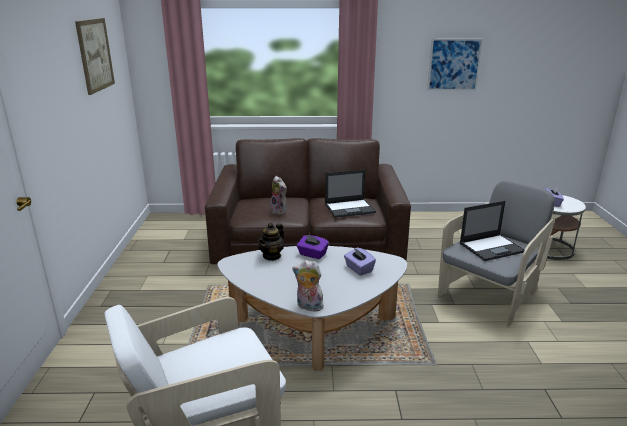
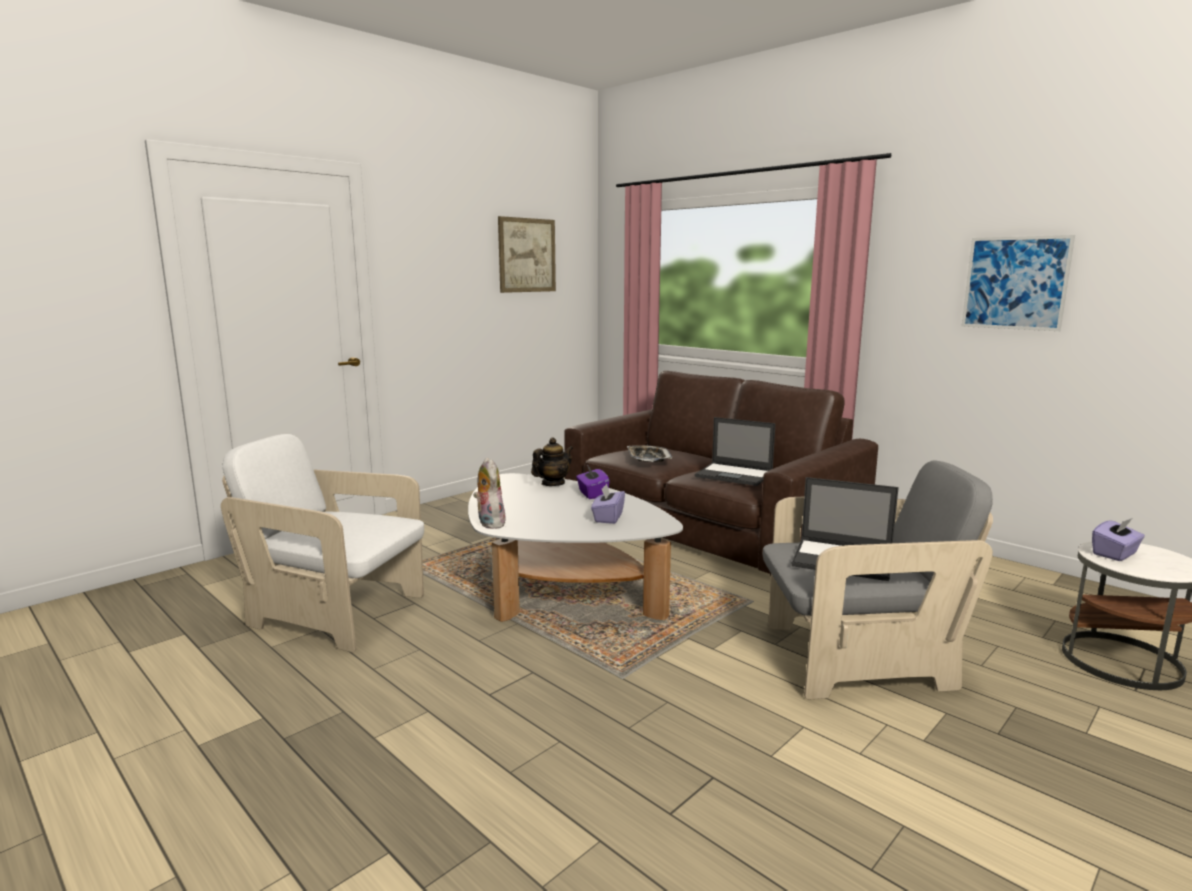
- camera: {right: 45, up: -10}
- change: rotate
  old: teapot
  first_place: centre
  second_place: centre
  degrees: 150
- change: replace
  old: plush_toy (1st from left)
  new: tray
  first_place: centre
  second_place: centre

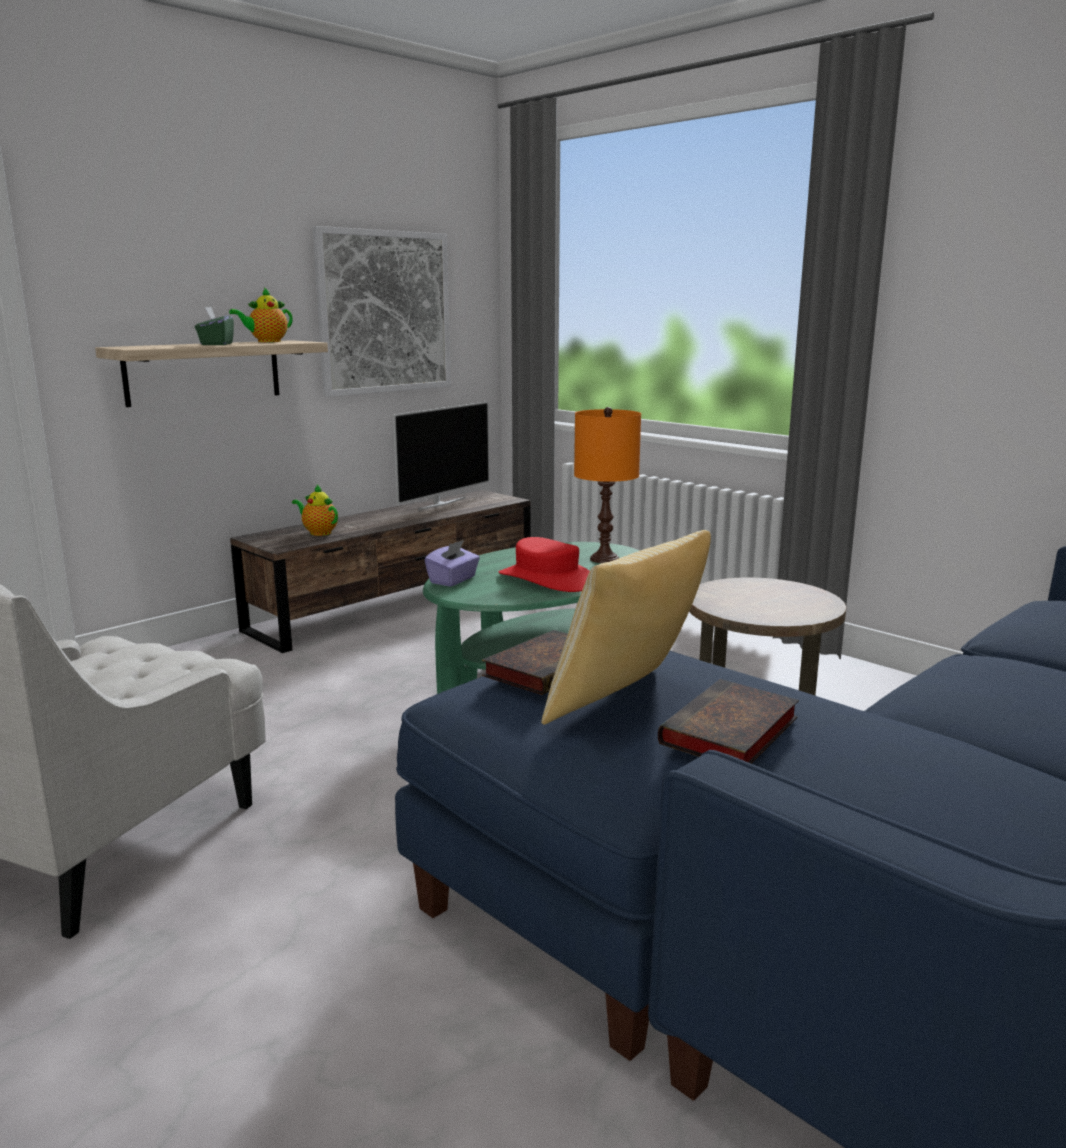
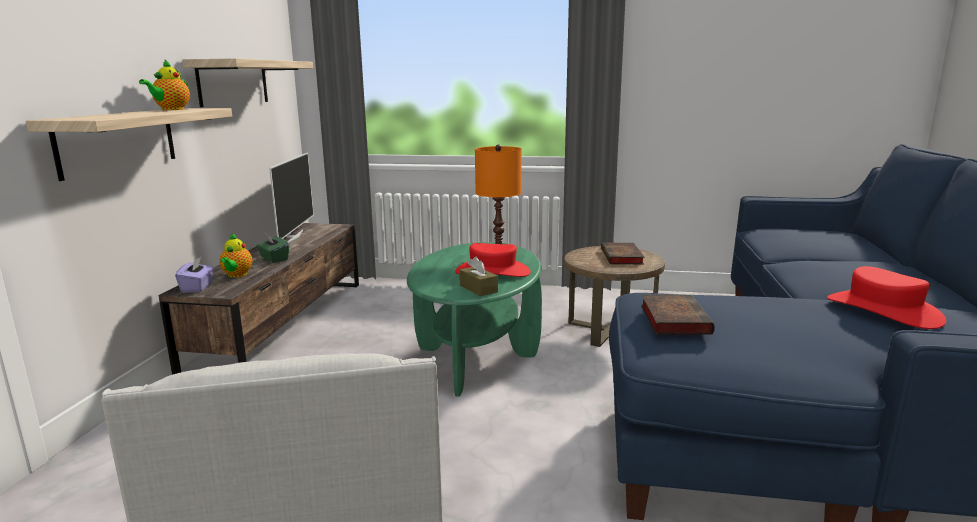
- camera: {right: -35, up: 0}
- change: move
  old: purple_tissue_box
  first_place: centre
  second_place: middle left
- change: replace
  old: picture
  new: shelf (2nd from left)
  first_place: top centre
  second_place: top left
- change: rotate
  old: teapot (2nd from left)
  first_place: middle left
  second_place: middle left
  degrees: -90
- change: move
  old: green_tissue_box
  first_place: top left
  second_place: middle left
- change: insert
  new: brown_tissue_box
  second_place: centre
- change: move
  old: book (2nd from left in the first image)
  new: book (1st from left)
  first_place: middle right
  second_place: centre
- change: insert
  new: red_hat (2nd from left)
  second_place: middle right
- change: delete
  old: pillow
  first_place: centre

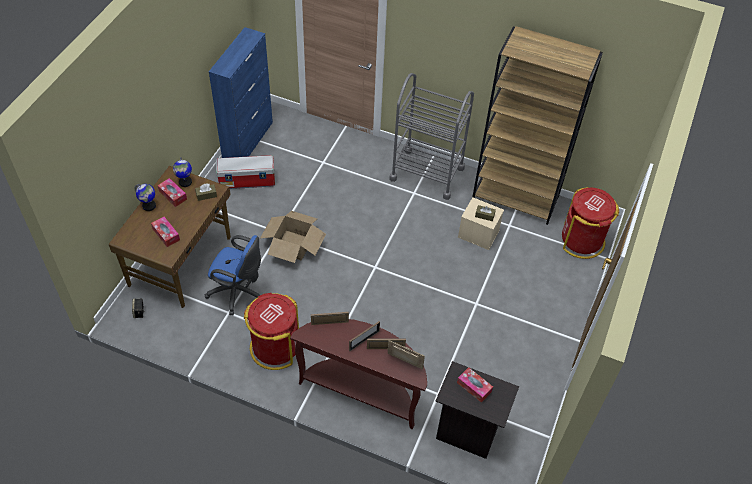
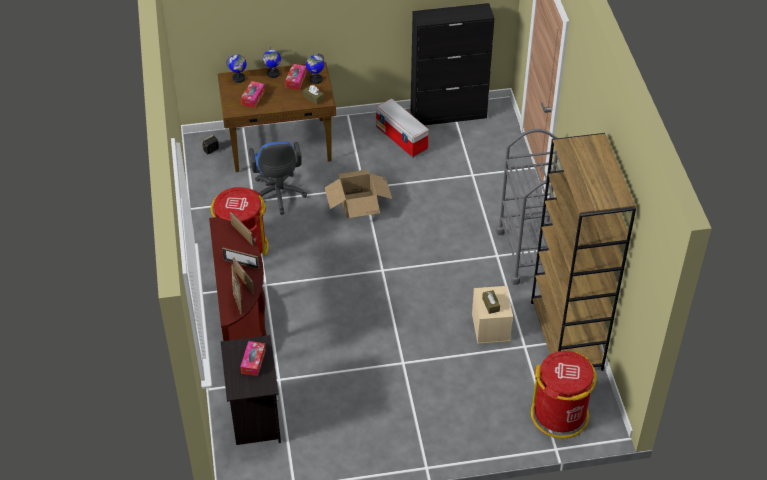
- camera: {right: 60, up: -5}
- change: insert
  new: globe (1st from left)
  second_place: top left
- change: recolor
  old: blue_cabinet
  new: black_cabinet
  first_place: top left
  second_place: top centre

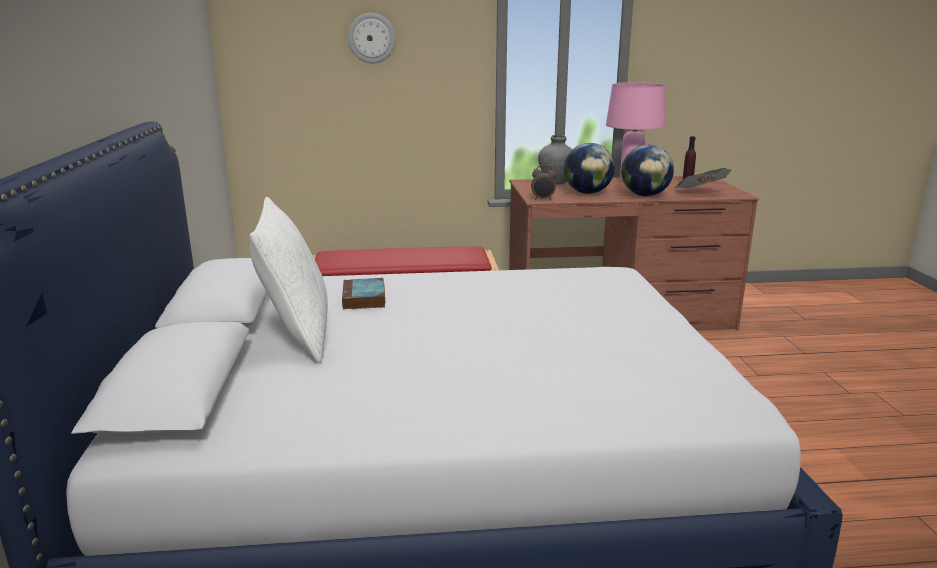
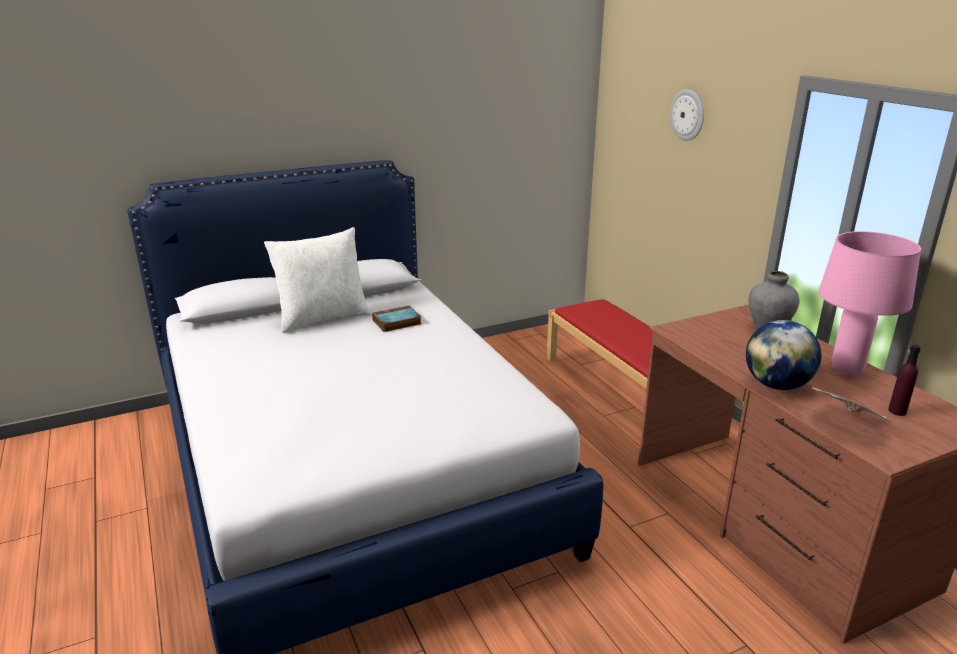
- camera: {right: 70, up: 5}
- change: delete
  old: alarm_clock
  first_place: top centre
- change: delete
  old: globe (1st from left)
  first_place: top centre

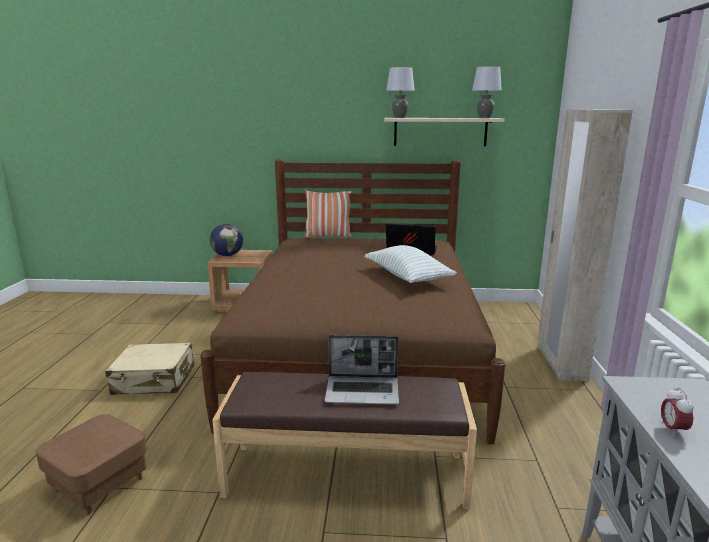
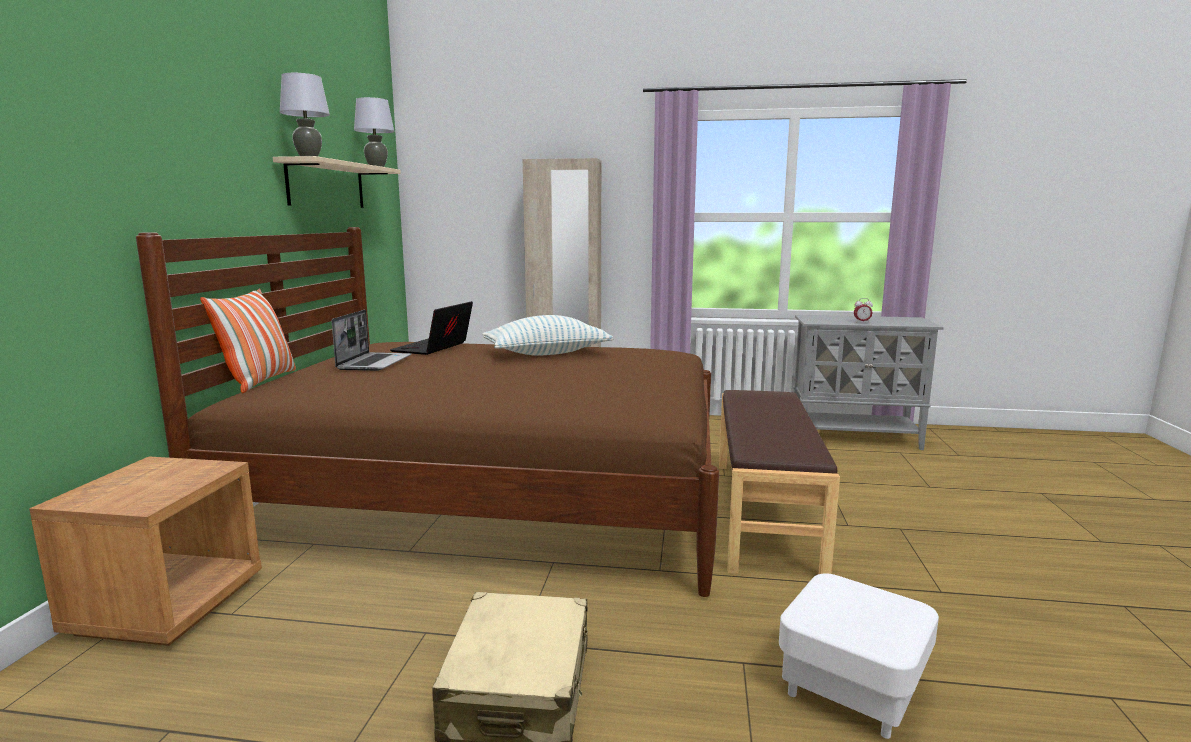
- camera: {right: -85, up: -5}
- change: move
  old: laptop (1st from left)
  first_place: bottom centre
  second_place: middle left
- change: recolor
  old: brown_ottoman
  new: white_ottoman
  first_place: bottom left
  second_place: bottom right
- change: delete
  old: globe
  first_place: middle left

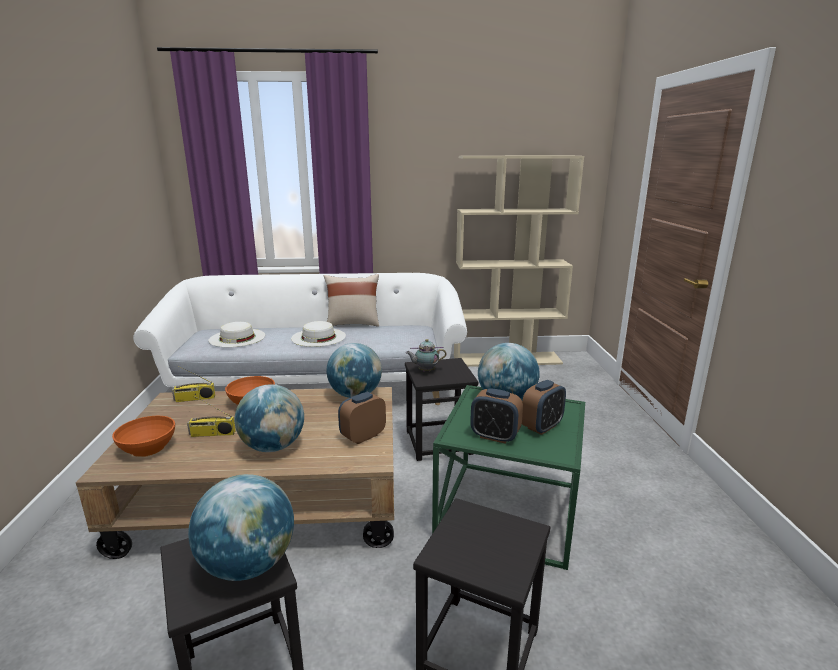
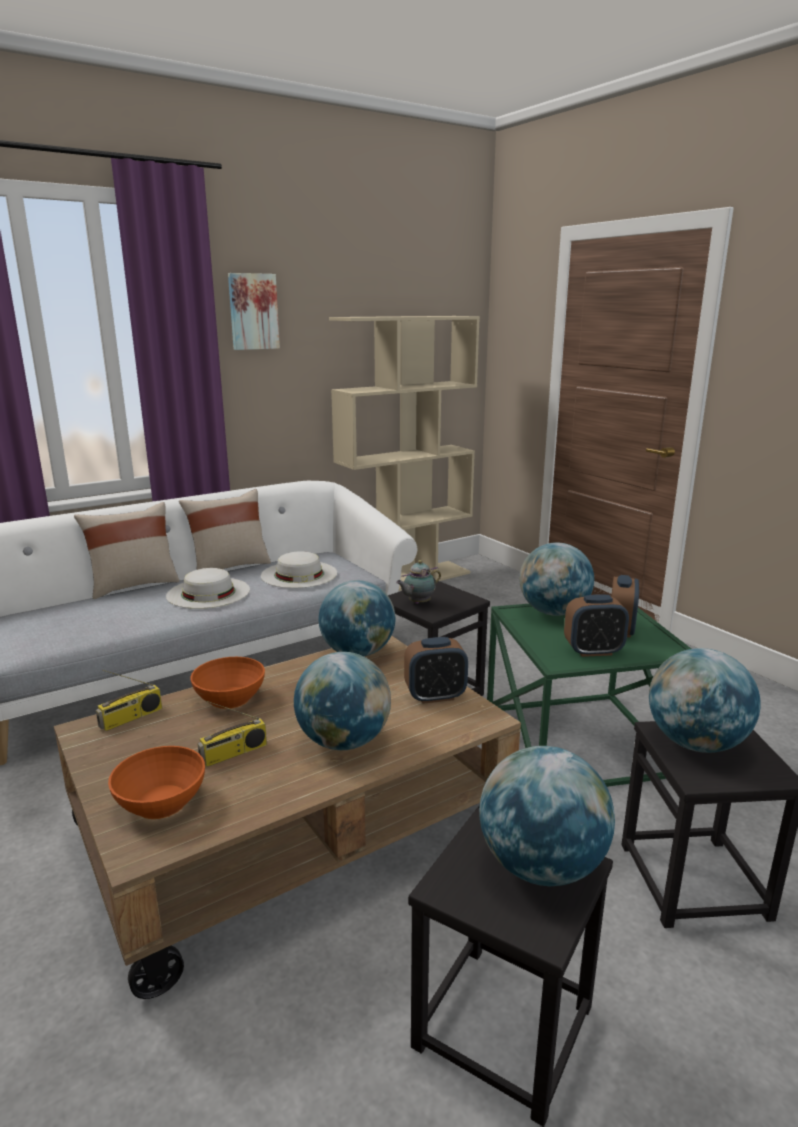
- camera: {right: -30, up: 0}
- change: insert
  new: beige_pillow (1st from left)
  second_place: middle left
- change: insert
  new: picture
  second_place: top left
- change: move
  old: white_hat (1st from left in the first image)
  new: white_hat (2nd from left)
  first_place: middle left
  second_place: centre
- change: rotate
  old: alarm_clock (1st from left)
  first_place: centre
  second_place: centre
  degrees: -120
- change: insert
  new: globe (5th from left)
  second_place: middle right

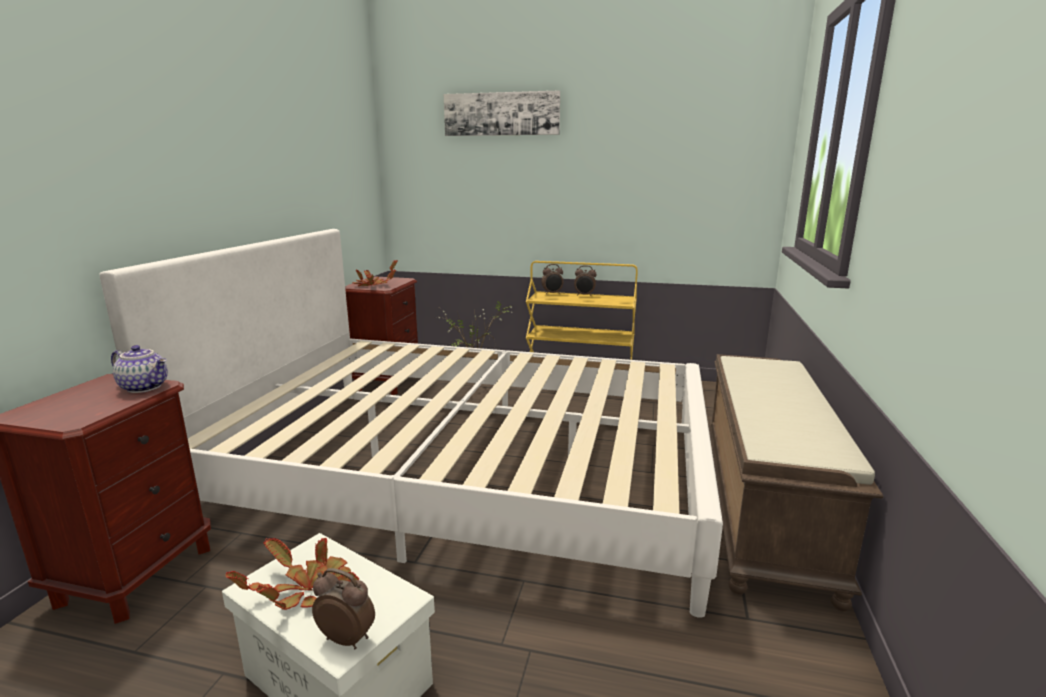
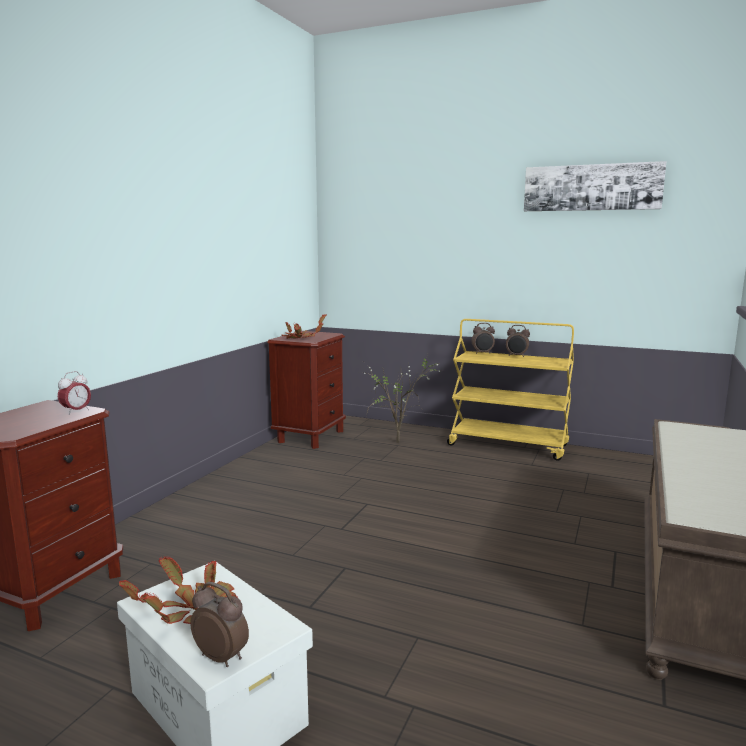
- camera: {right: 10, up: -5}
- change: replace
  old: teapot
  new: alarm_clock (1st from left)
  first_place: middle left
  second_place: middle left
- change: move
  old: picture
  first_place: top centre
  second_place: top right
- change: delete
  old: white_bed
  first_place: centre

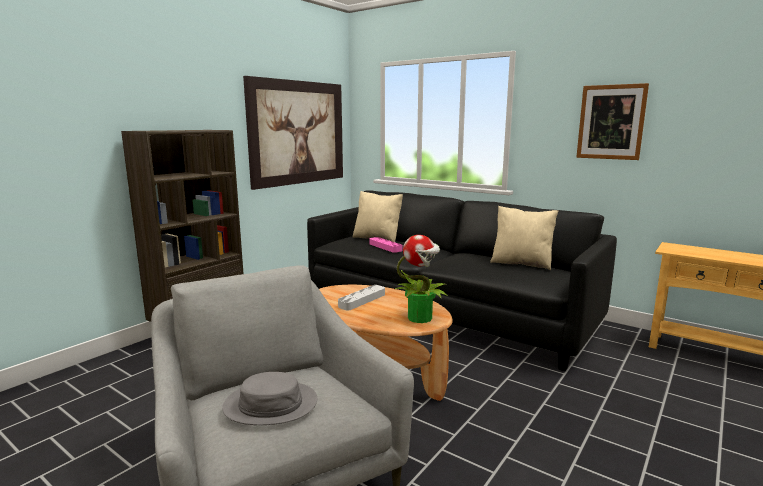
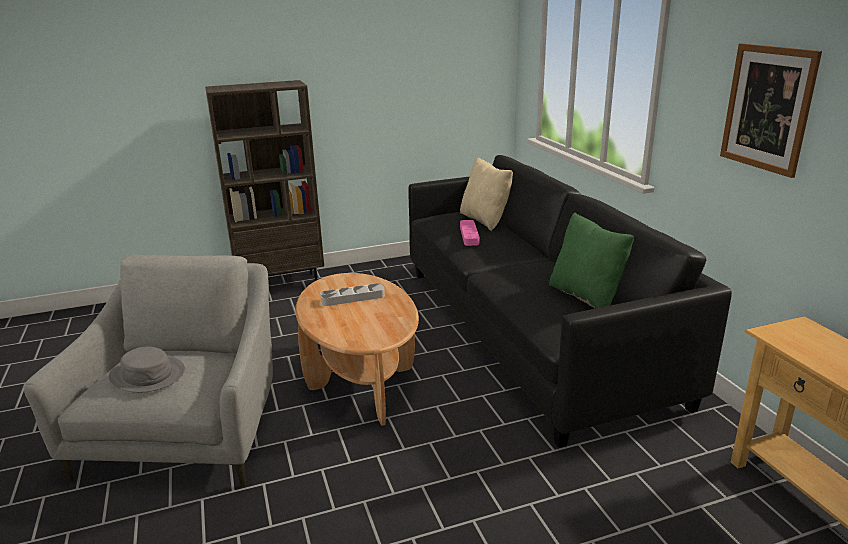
- camera: {right: 35, up: 10}
- change: recolor
  old: beige_pillow (2nd from left)
  new: green_pillow
  first_place: middle right
  second_place: middle right
- change: delete
  old: picture (1st from left)
  first_place: top centre
- change: delete
  old: potted_plant
  first_place: centre

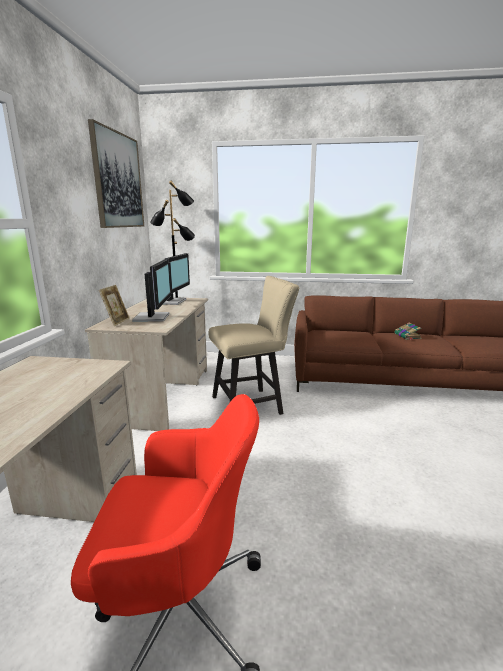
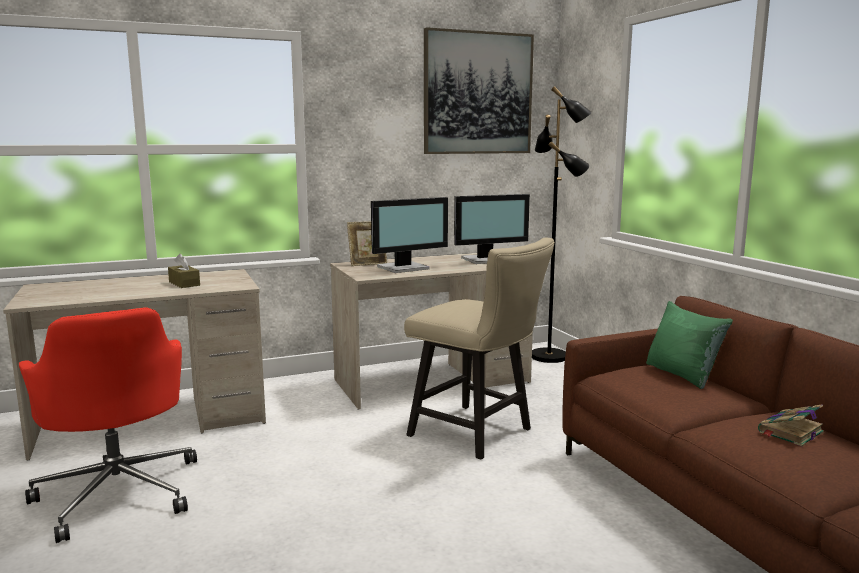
- camera: {right: 60, up: -5}
- change: insert
  new: brown_tissue_box
  second_place: middle left
- change: insert
  new: green_pillow
  second_place: middle right

